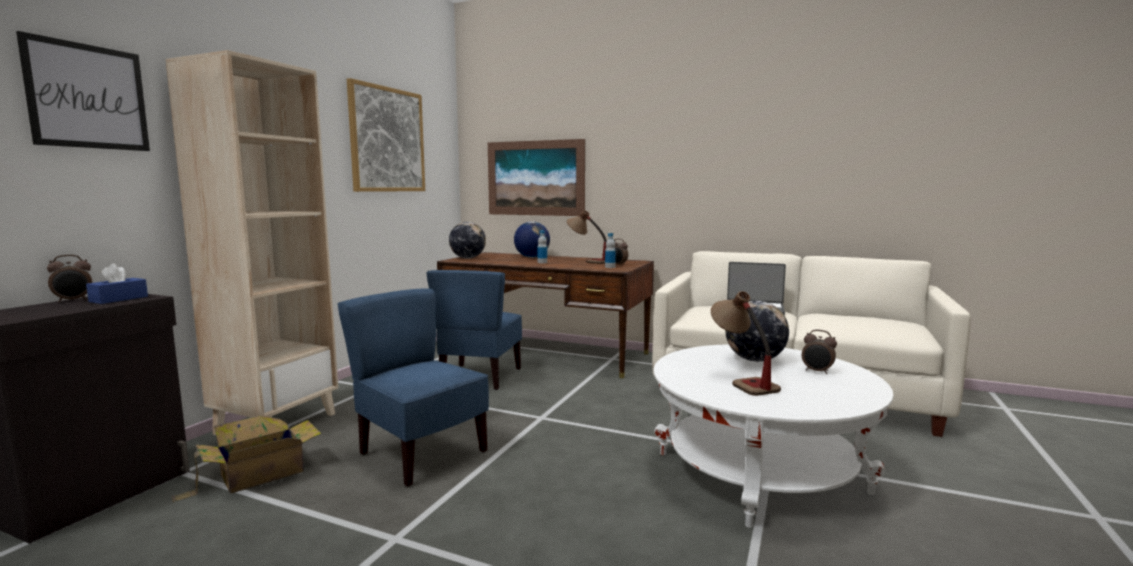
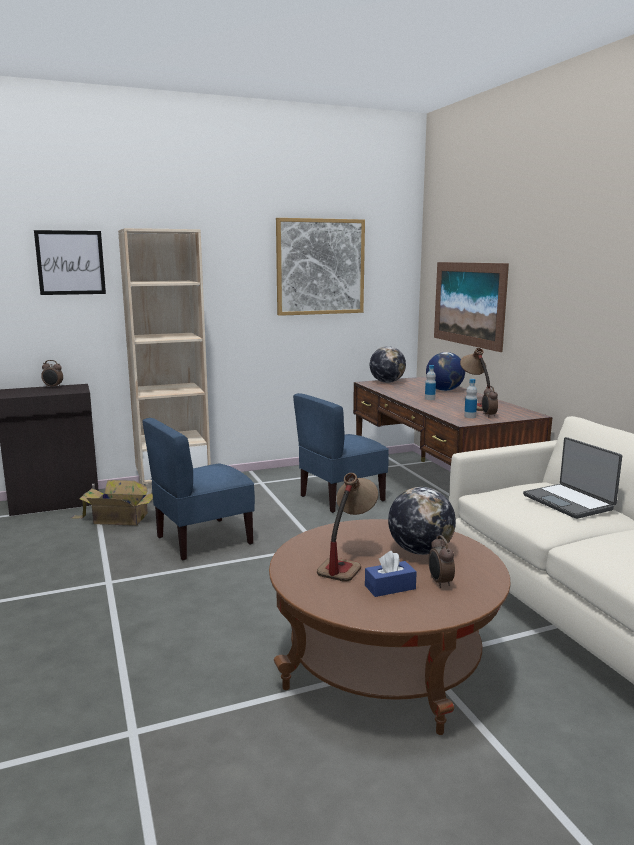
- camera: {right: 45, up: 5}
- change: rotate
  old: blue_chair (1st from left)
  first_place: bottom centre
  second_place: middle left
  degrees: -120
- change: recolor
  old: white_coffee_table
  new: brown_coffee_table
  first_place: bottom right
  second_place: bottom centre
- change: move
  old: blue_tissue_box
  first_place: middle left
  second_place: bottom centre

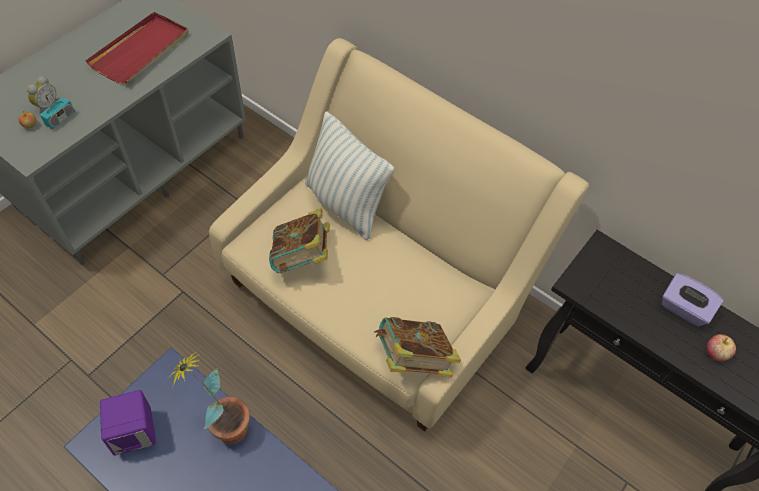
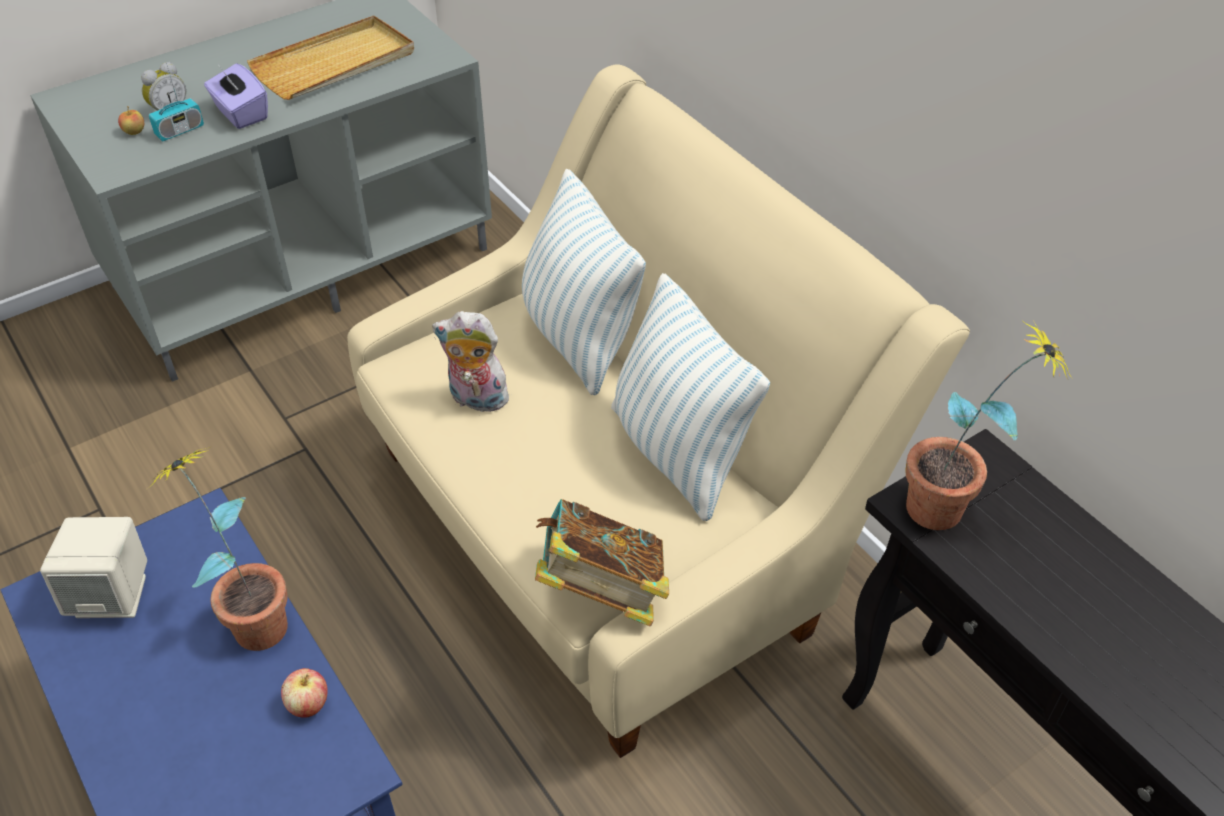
- camera: {right: 20, up: -10}
- change: recolor
  old: purple_speaker
  new: beige_speaker
  first_place: bottom left
  second_place: bottom left
- change: move
  old: purple_tissue_box
  first_place: middle right
  second_place: top left
- change: recolor
  old: red_tray
  new: beige_tray
  first_place: top left
  second_place: top left
- change: move
  old: apple (2nd from left)
  first_place: bottom right
  second_place: bottom left
- change: replace
  old: book (1st from left)
  new: plush_toy
  first_place: centre
  second_place: centre
- change: insert
  new: pillow (2nd from left)
  second_place: centre
- change: insert
  new: potted_plant (2nd from left)
  second_place: middle right

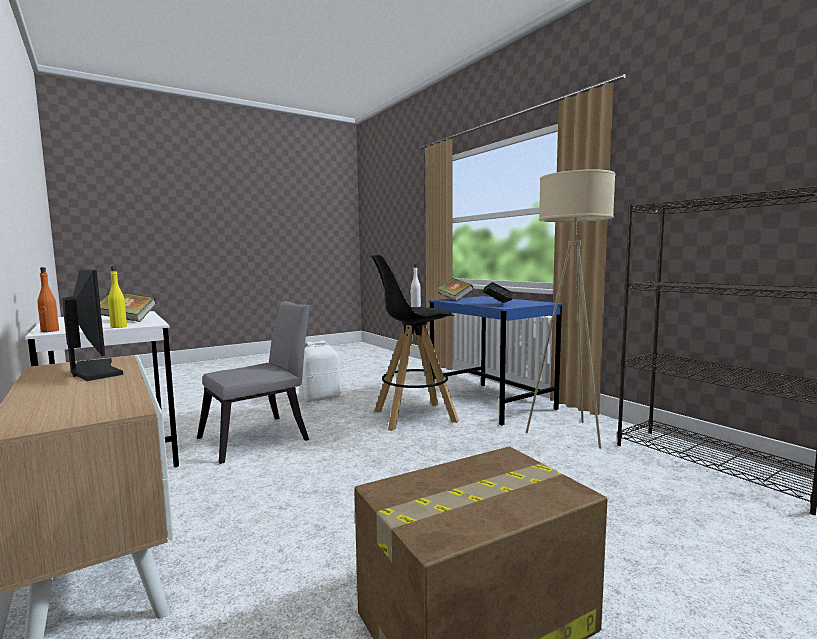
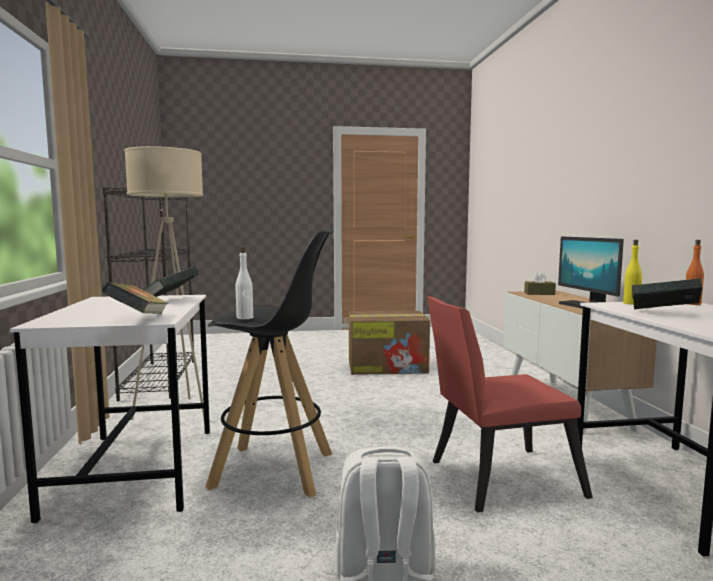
- camera: {right: -155, up: 0}
- change: recolor
  old: blue_desk
  new: white_desk (1st from left)
  first_place: centre
  second_place: bottom left
- change: recolor
  old: grey_chair
  new: red_chair
  first_place: middle left
  second_place: bottom right
- change: insert
  new: brown_tissue_box
  second_place: middle right

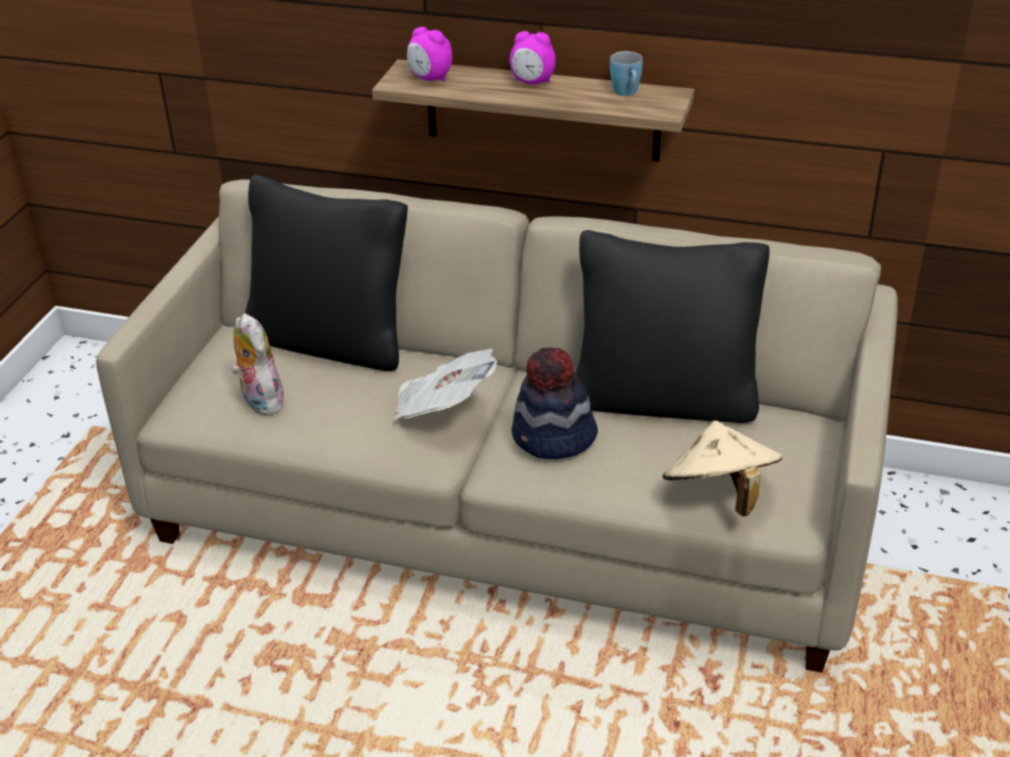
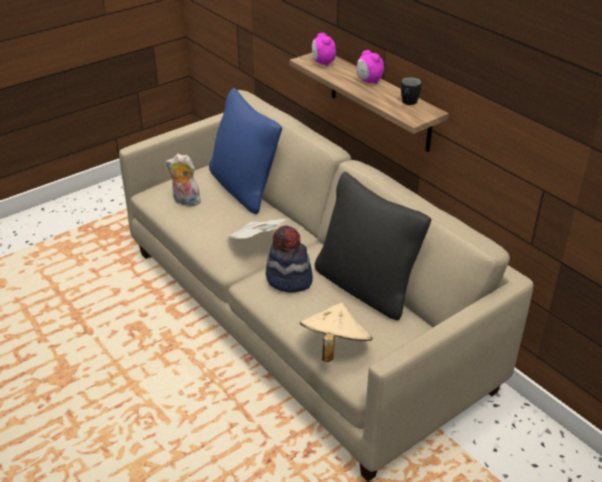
- camera: {right: 35, up: 0}
- change: rotate
  old: plush_toy
  first_place: middle left
  second_place: middle left
  degrees: -75
- change: recolor
  old: black_pillow (1st from left)
  new: blue_pillow
  first_place: middle left
  second_place: top centre
- change: recolor
  old: blue_mug
  new: black_mug
  first_place: top centre
  second_place: top right

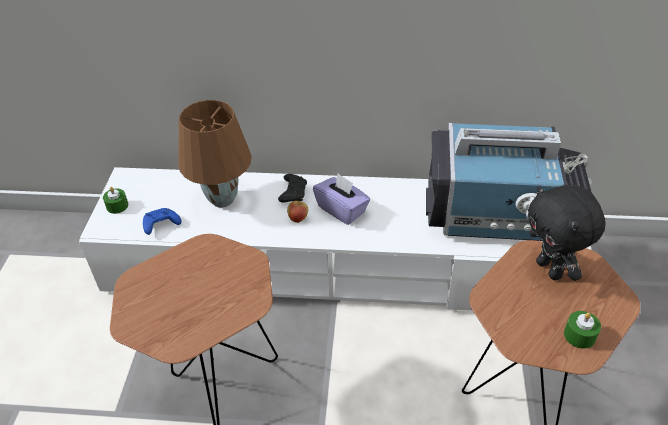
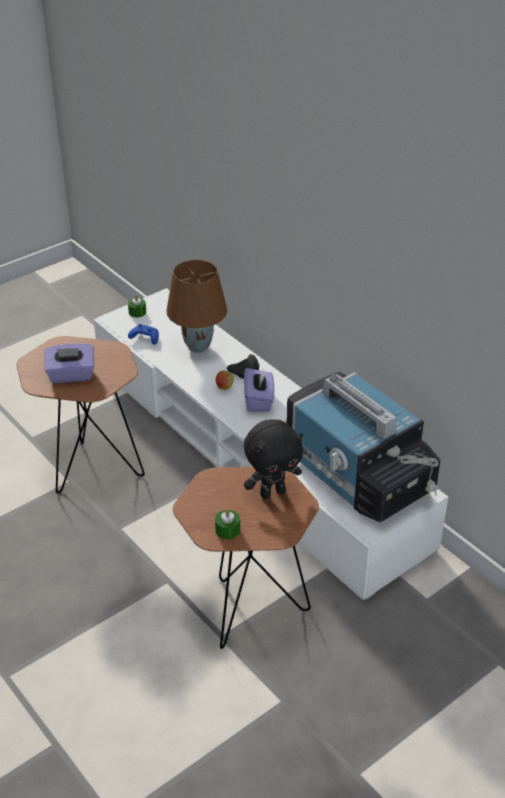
- camera: {right: 45, up: -5}
- change: insert
  new: purple_tissue_box (1st from left)
  second_place: middle left
- change: rotate
  old: black_plush_toy
  first_place: middle right
  second_place: centre
  degrees: -135

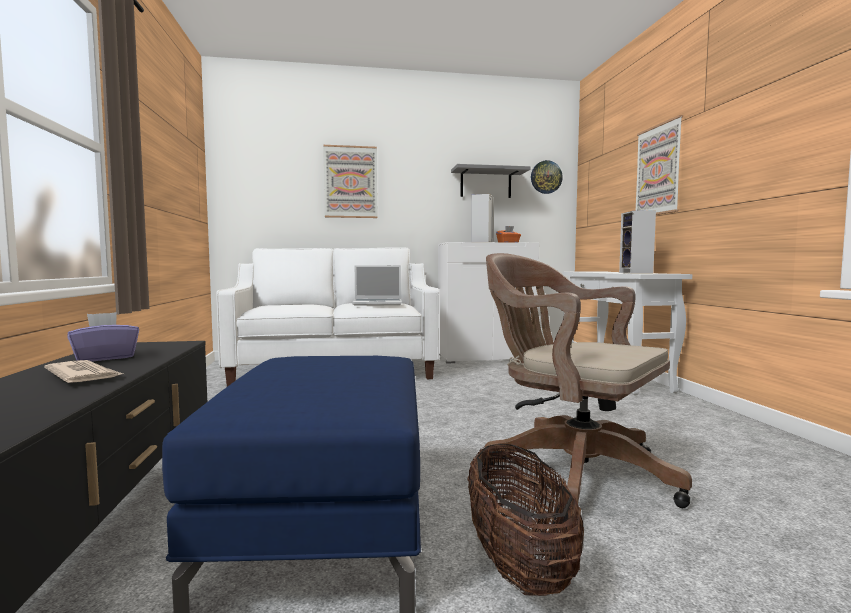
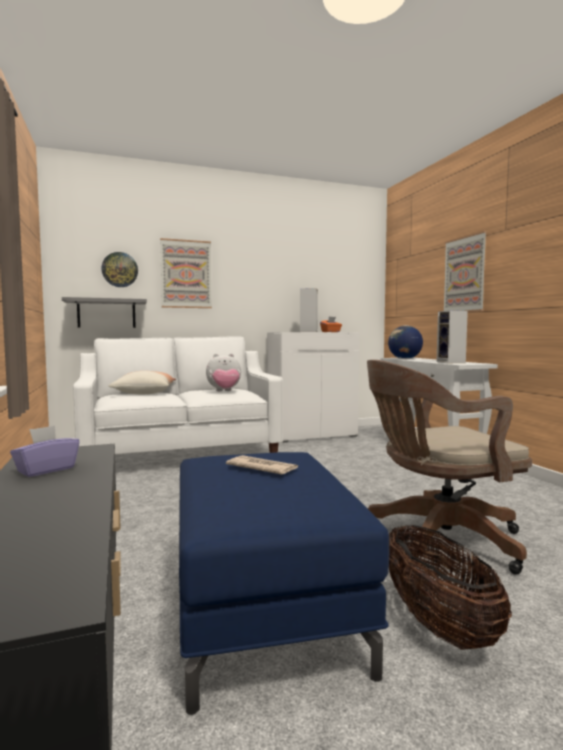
- camera: {right: -10, up: 0}
- change: move
  old: grey_shelf
  first_place: top centre
  second_place: middle left
- change: move
  old: wall_clock
  first_place: top centre
  second_place: middle left
- change: insert
  new: pillow
  second_place: middle left
- change: replace
  old: laptop
  new: plush_toy
  first_place: centre
  second_place: centre
- change: move
  old: newspaper
  first_place: middle left
  second_place: centre
- change: rotate
  old: brown_office_chair
  first_place: middle right
  second_place: middle right
  degrees: -45
- change: insert
  new: globe
  second_place: middle right

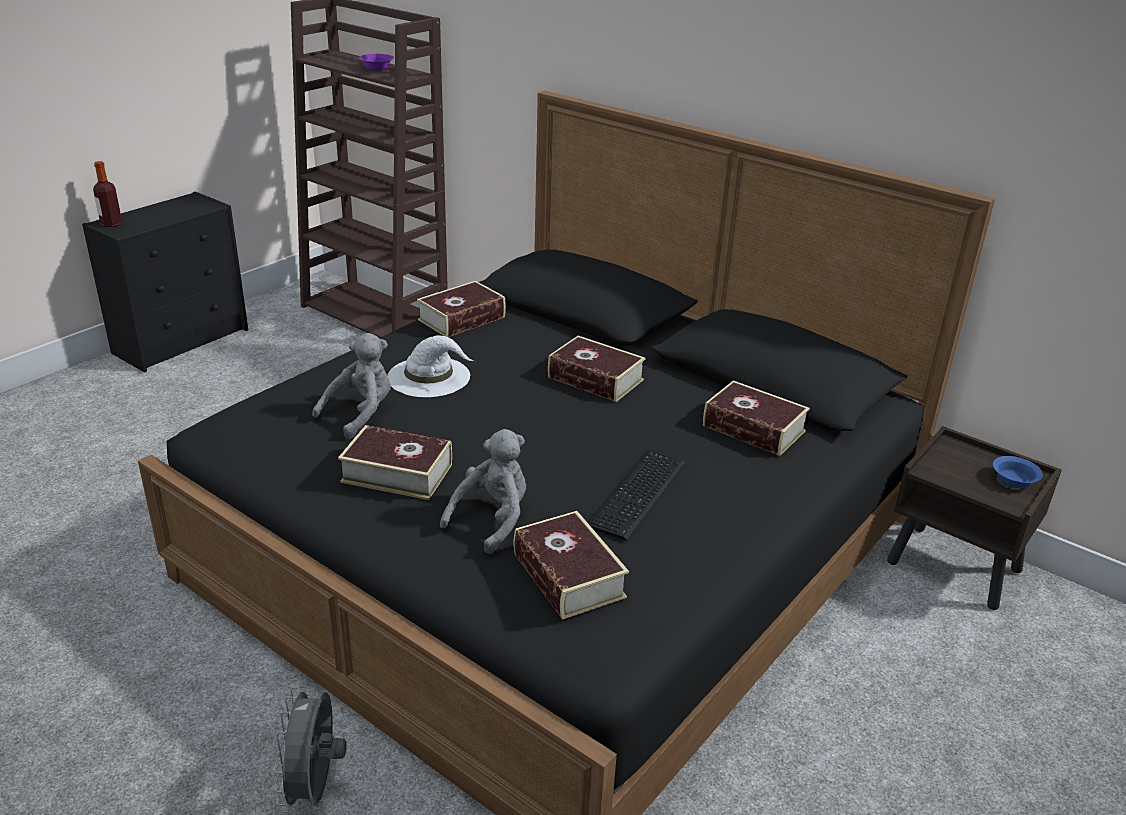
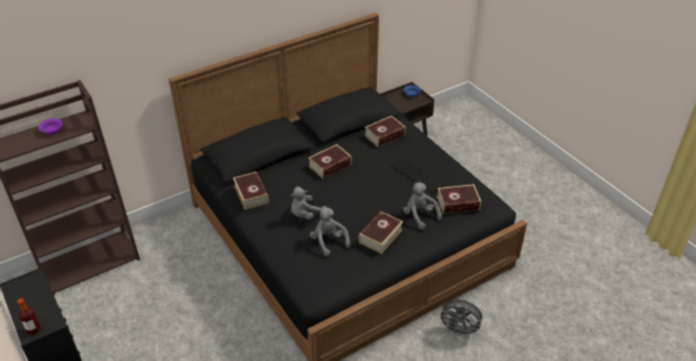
- camera: {right: -70, up: 10}
- change: replace
  old: white_hat
  new: grey_plush_toy (1st from left)
  first_place: centre
  second_place: centre

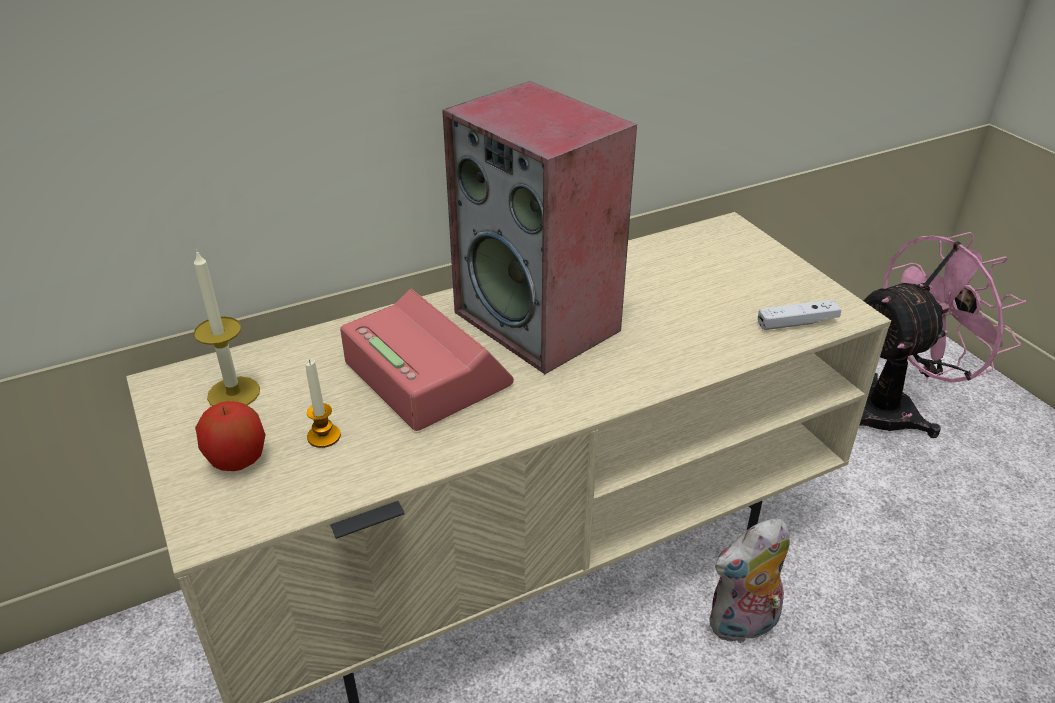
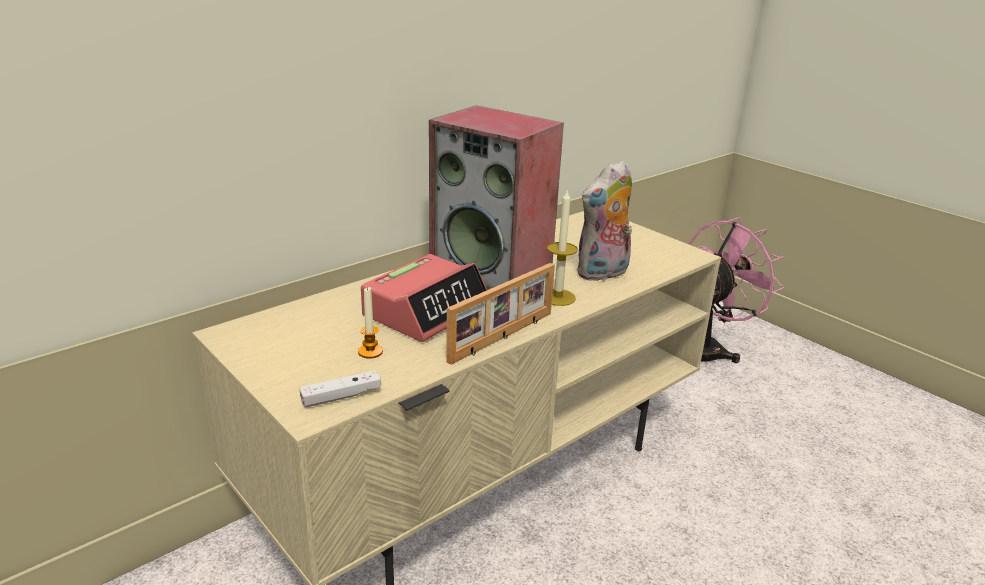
- camera: {right: -15, up: -10}
- change: move
  old: white_game_controller
  first_place: middle right
  second_place: centre
- change: rotate
  old: alarm_clock
  first_place: centre
  second_place: centre
  degrees: 90
- change: insert
  new: picture_frame
  second_place: centre
- change: move
  old: candle (1st from left in the first image)
  new: candle (2nd from left)
  first_place: middle left
  second_place: centre
- change: move
  old: plush_toy
  first_place: bottom right
  second_place: centre
- change: delete
  old: apple
  first_place: middle left

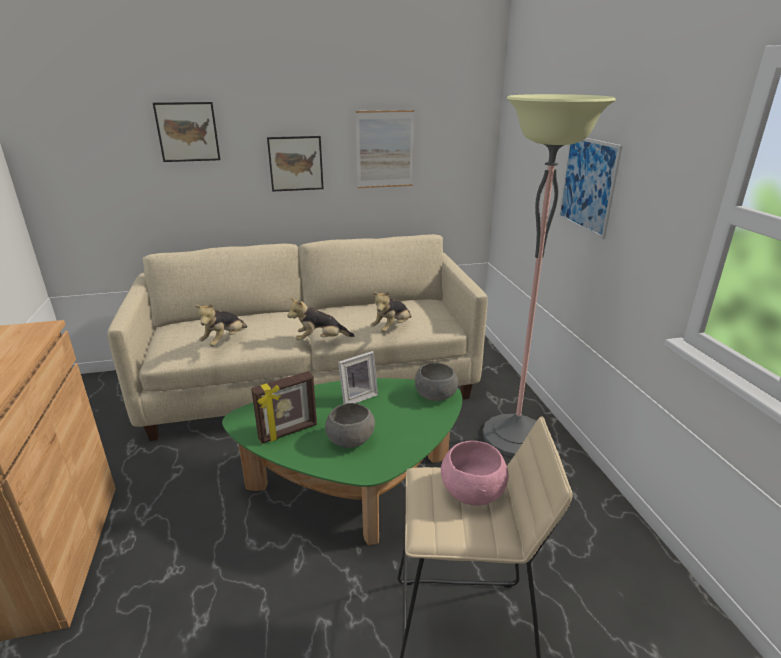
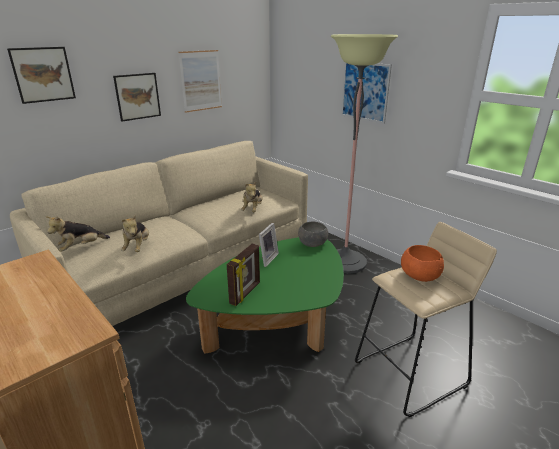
- camera: {right: -30, up: 0}
- change: move
  old: plush_toy (2nd from left in the first image)
  new: plush_toy (1st from left)
  first_place: centre
  second_place: middle left
- change: recolor
  old: pink_bowl
  new: orange_bowl
  first_place: bottom centre
  second_place: middle right
- change: delete
  old: grey_bowl (1st from left)
  first_place: centre

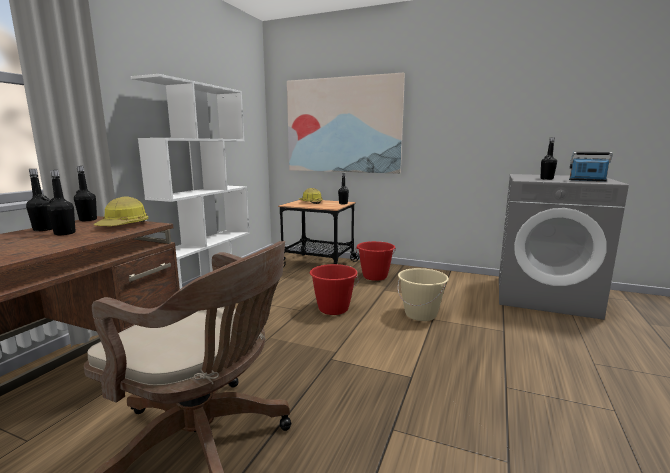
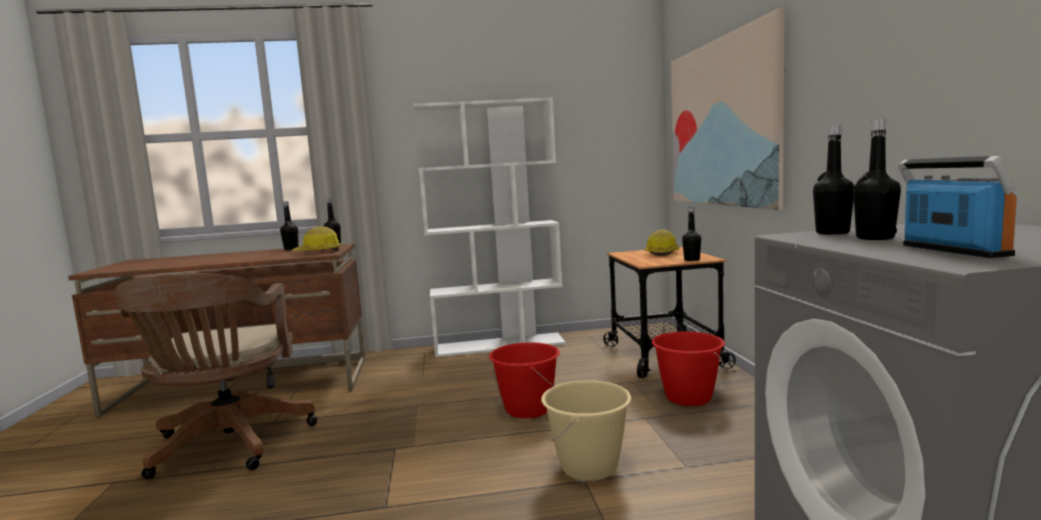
- camera: {right: 60, up: -5}
- change: move
  old: black_bottle (2nd from left in the first image)
  new: black_bottle (4th from left)
  first_place: middle left
  second_place: middle right

